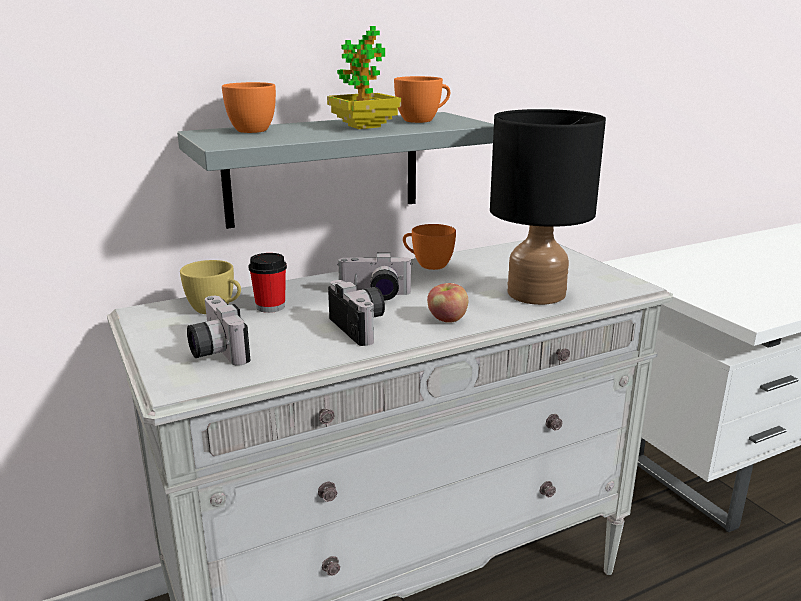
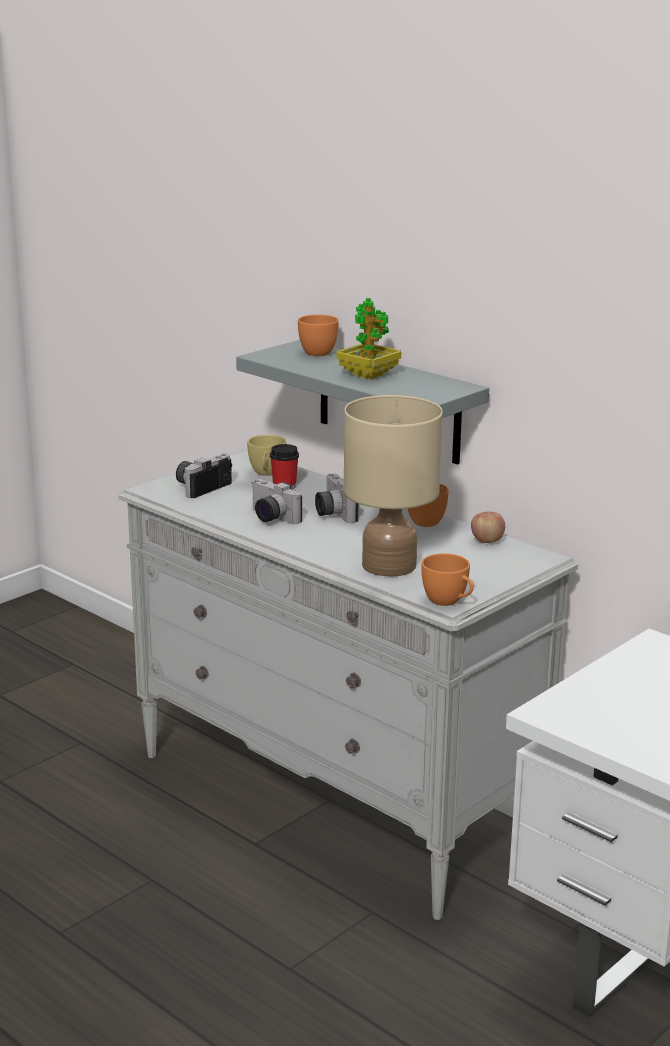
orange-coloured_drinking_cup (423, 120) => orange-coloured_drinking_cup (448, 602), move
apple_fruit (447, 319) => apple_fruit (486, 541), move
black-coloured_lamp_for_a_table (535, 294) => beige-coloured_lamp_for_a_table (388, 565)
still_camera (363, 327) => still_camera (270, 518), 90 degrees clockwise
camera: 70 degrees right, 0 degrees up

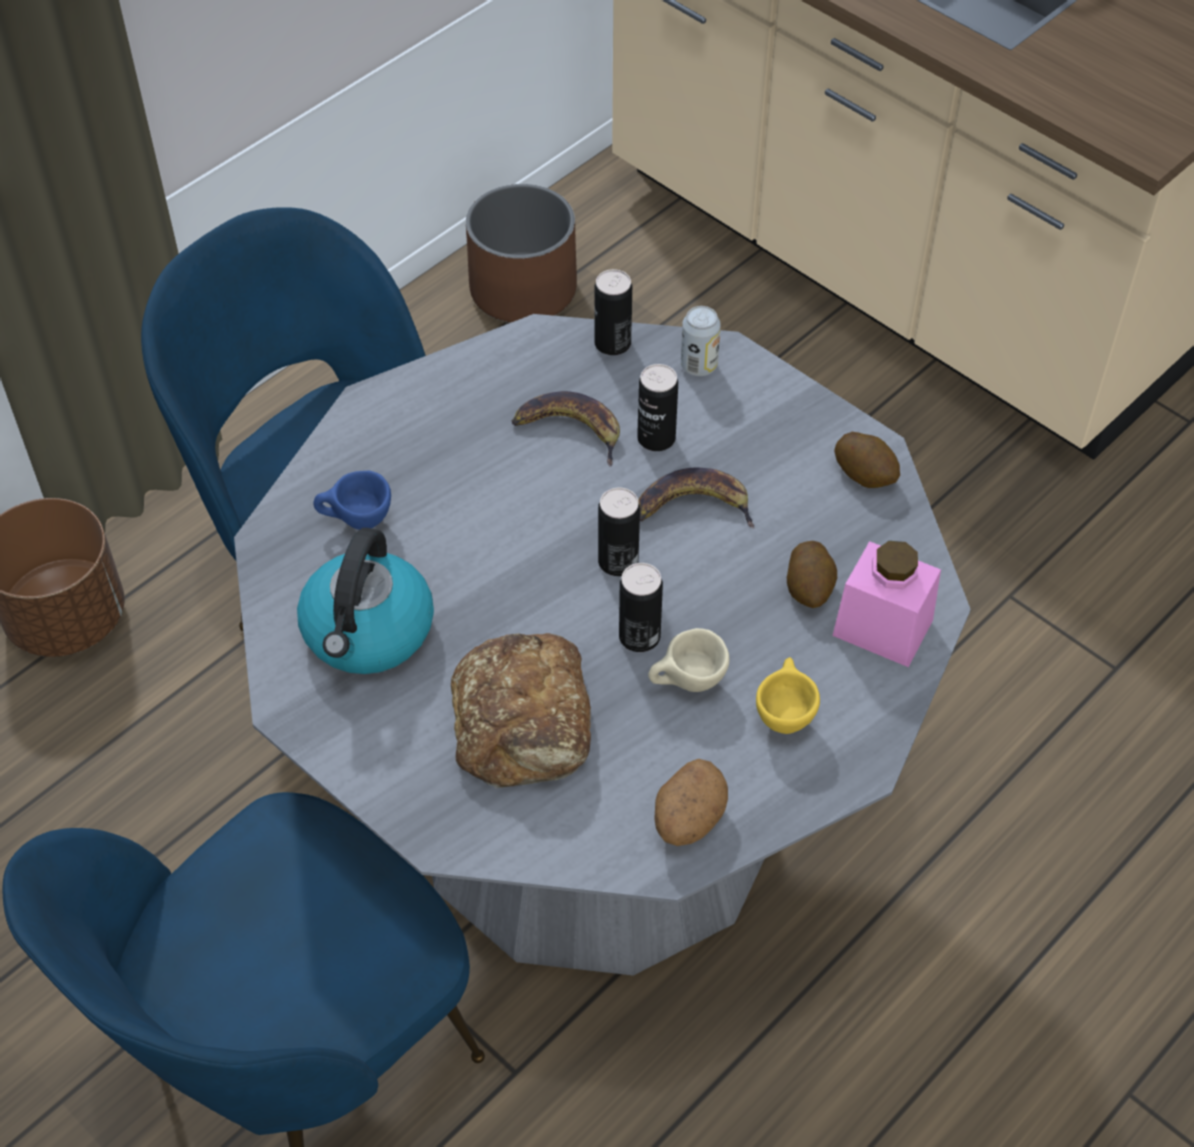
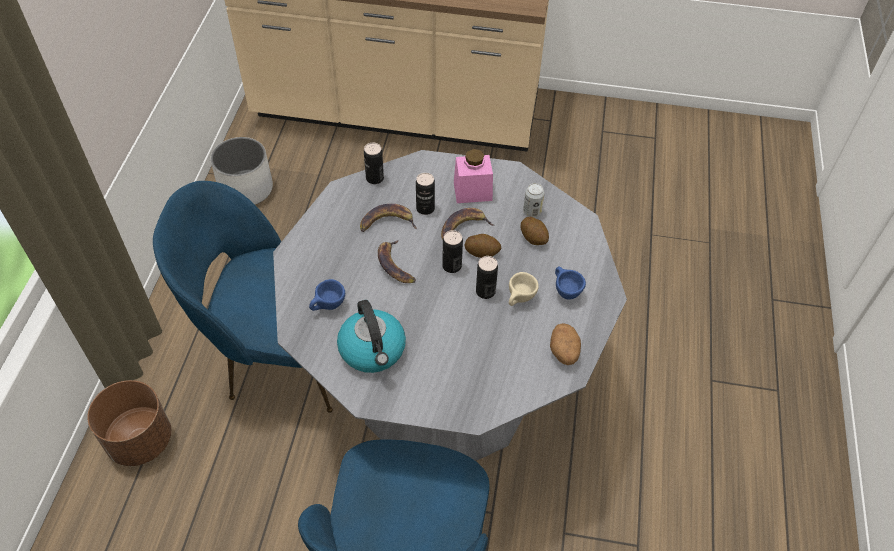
bakery_bread (524, 721) => nothing
nothing => whole_banana (395, 265)
sealed_can (698, 365) => sealed_can (532, 212), move
pinkish_jar (882, 628) => pinkish_jar (472, 191), move
potato (865, 473) => potato (482, 252), move
brownish_flower_pot (522, 289) => white-coloured_flower_pot (246, 189)
yellow-coloured_drinking_cup (783, 714) => bluish_drinking_cup (564, 292)
camera: 35 degrees left, 0 degrees up

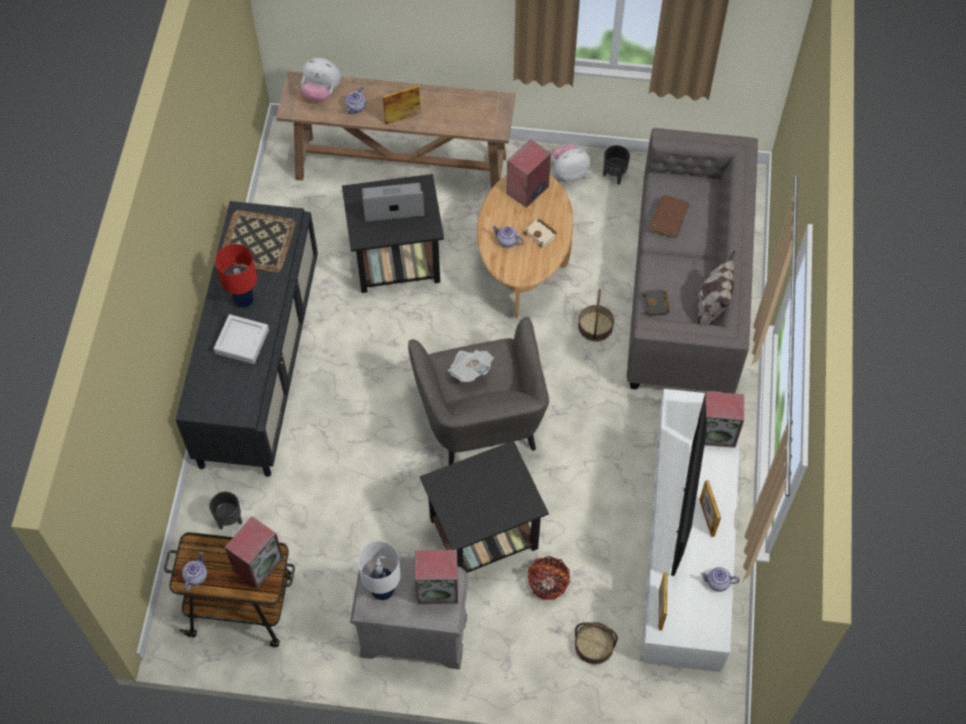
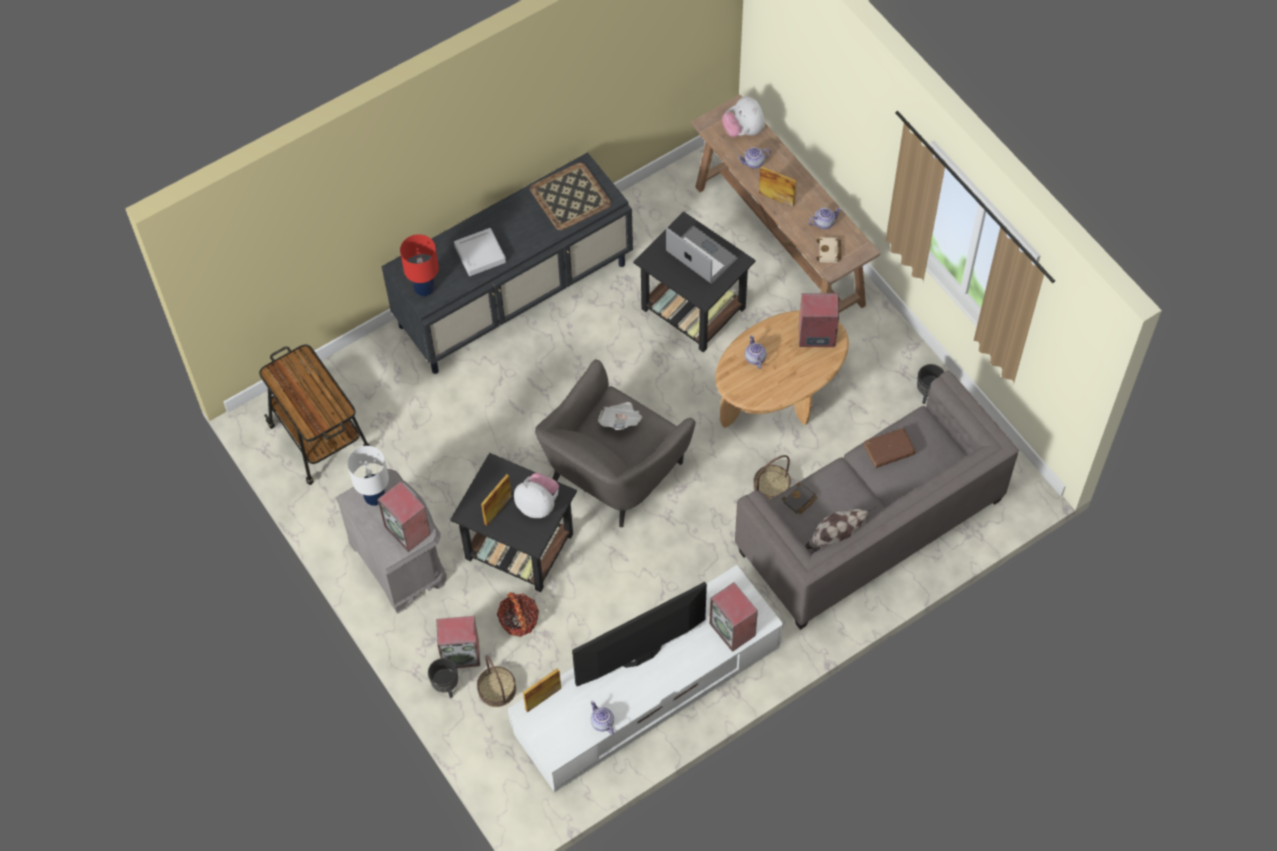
teapot (195, 576) => teapot (824, 222), move
black-coloured_flower_pot (229, 520) => black-coloured_flower_pot (445, 686), move
red_lamp_for_a_table (244, 300) => red_lamp_for_a_table (424, 289), move
loudspeaker (258, 564) => loudspeaker (461, 654), move
beige-coloured_volume (541, 234) => beige-coloured_volume (829, 252), move
plush_toy (569, 172) => plush_toy (538, 504), move
standing_frame (706, 518) => standing_frame (498, 510), move
camera: 50 degrees right, 0 degrees up

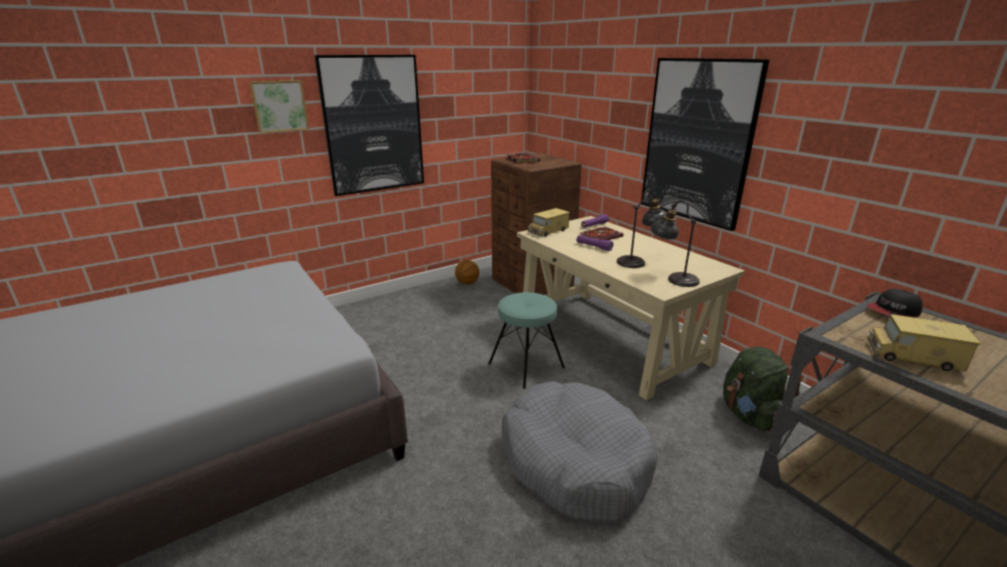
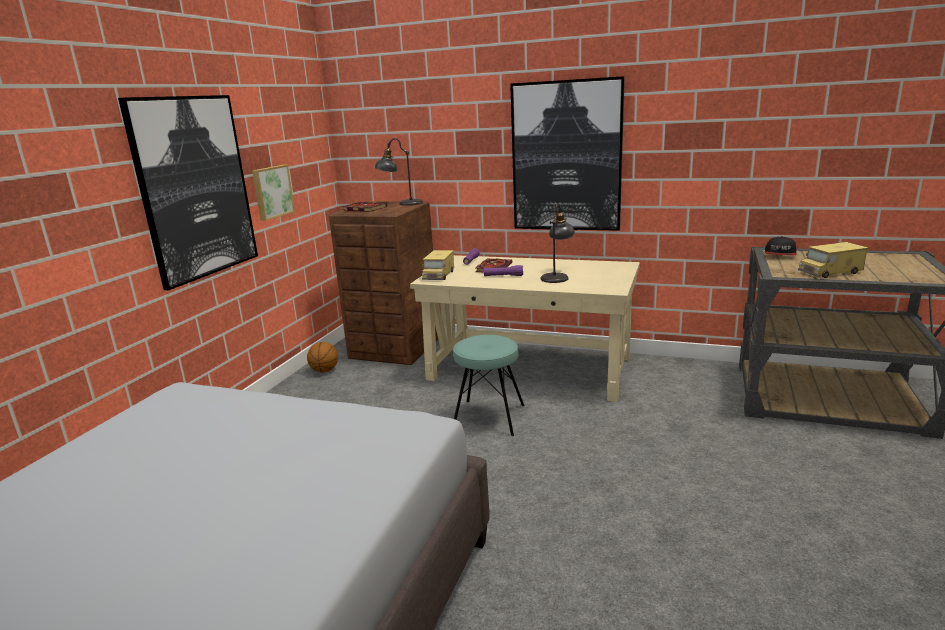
gray_dog_cushion (574, 462) => nothing
green-coloured_rucksack (750, 415) => nothing
wall_picture (279, 106) => wall_picture (272, 192), move
gray_lamp_for_a_table (671, 276) => gray_lamp_for_a_table (400, 203), move
camera: 35 degrees left, 5 degrees down

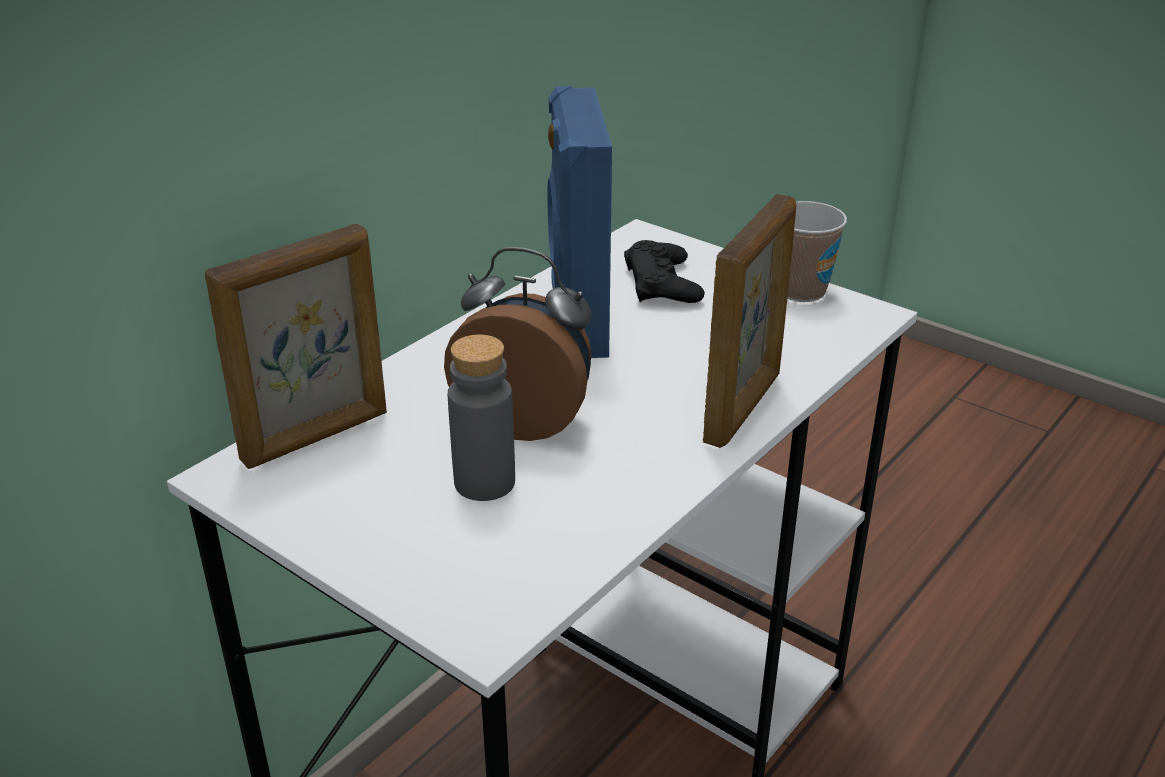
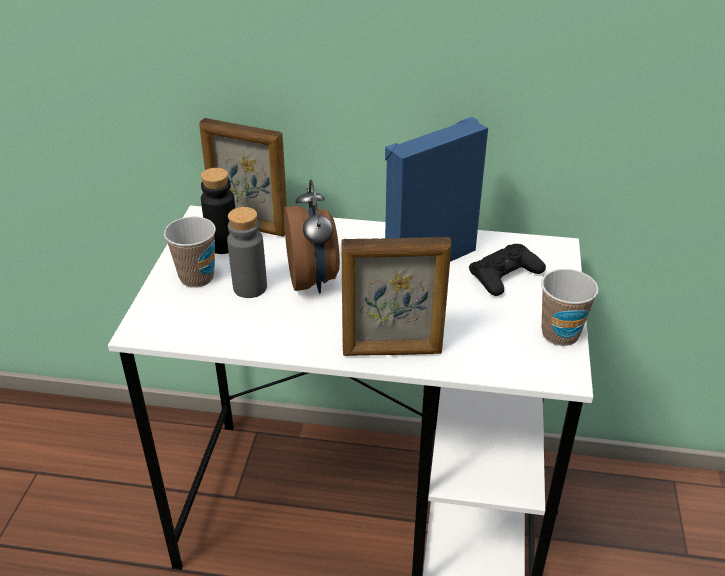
nothing => drinking_cup (197, 277)
nothing => black-coloured_drink_bottle (223, 245)
camera: 60 degrees right, 5 degrees up

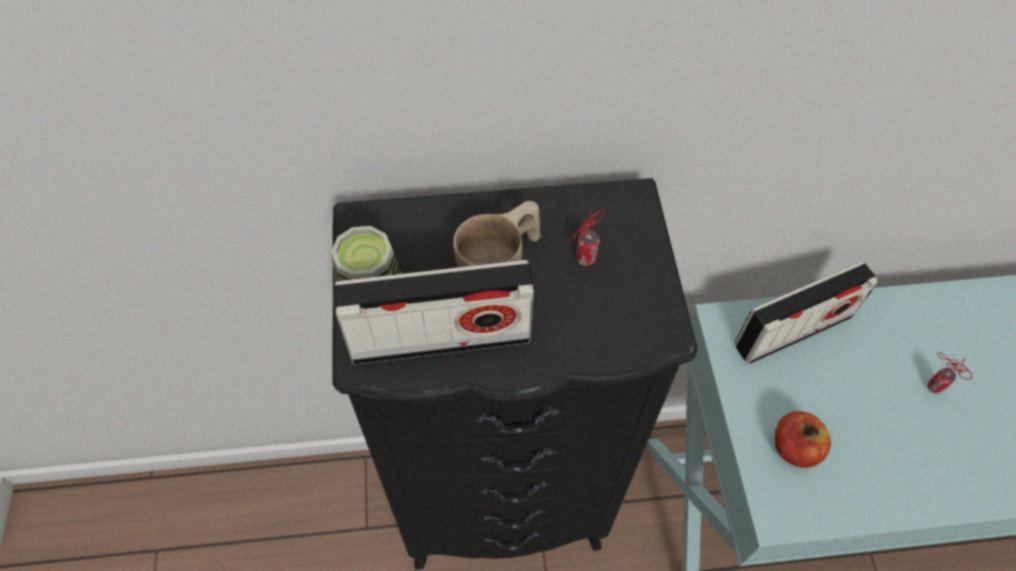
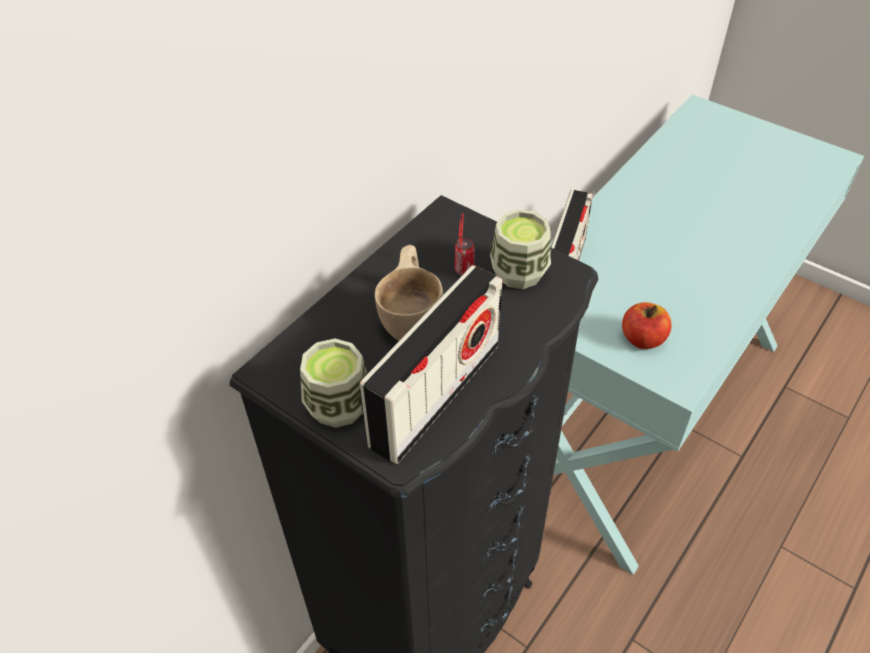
sealed_can (932, 385) => nothing
nothing => drinking_cup (519, 272)
camera: 45 degrees left, 10 degrees down

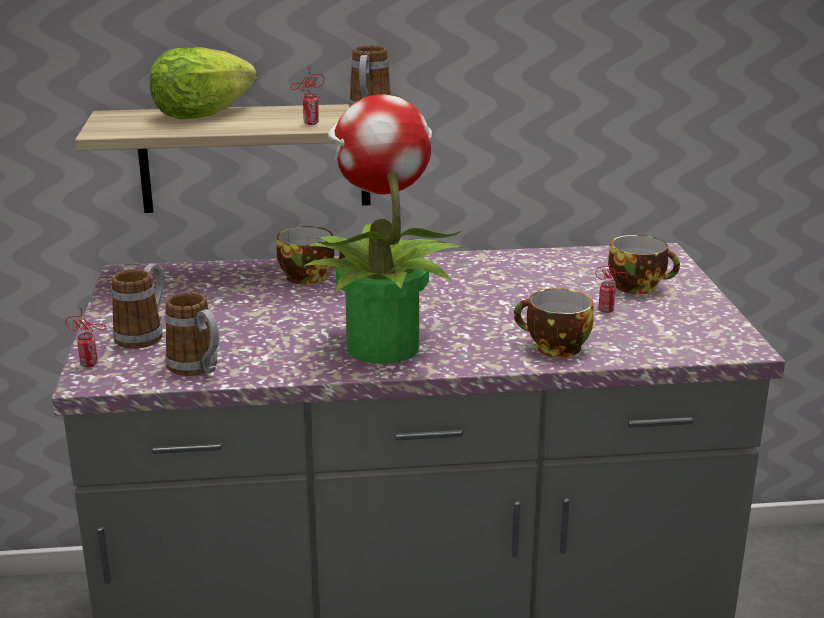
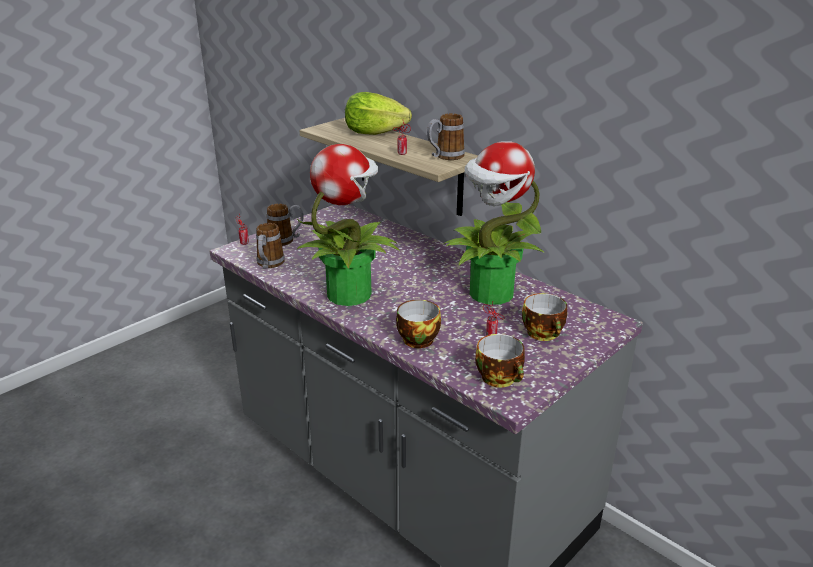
nothing => potted_plant (490, 294)
drinking_cup (310, 277) => drinking_cup (501, 378), move
camera: 50 degrees right, 5 degrees up

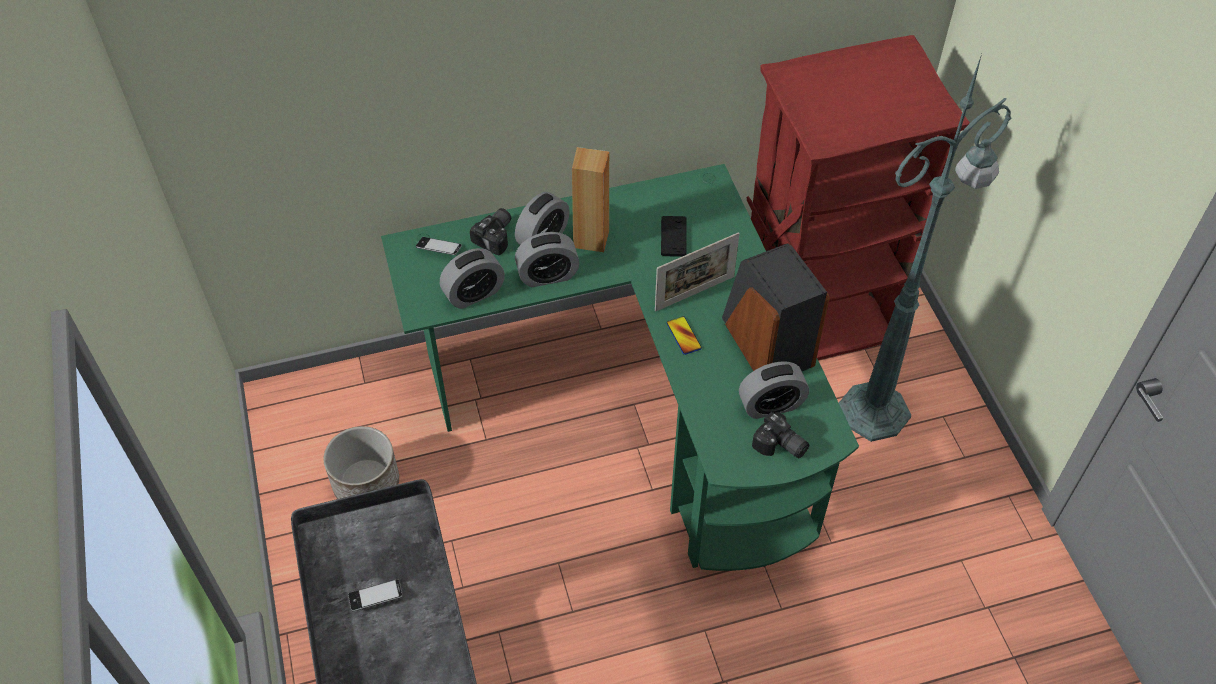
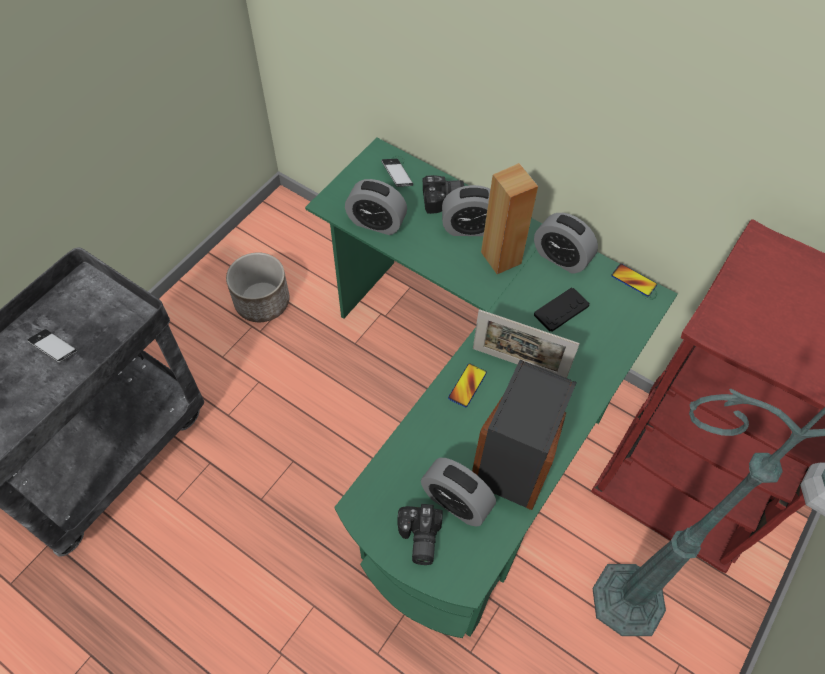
nothing => phone (633, 280)
table_clock (547, 275) => table_clock (561, 257), move
camera: 50 degrees right, 5 degrees up

